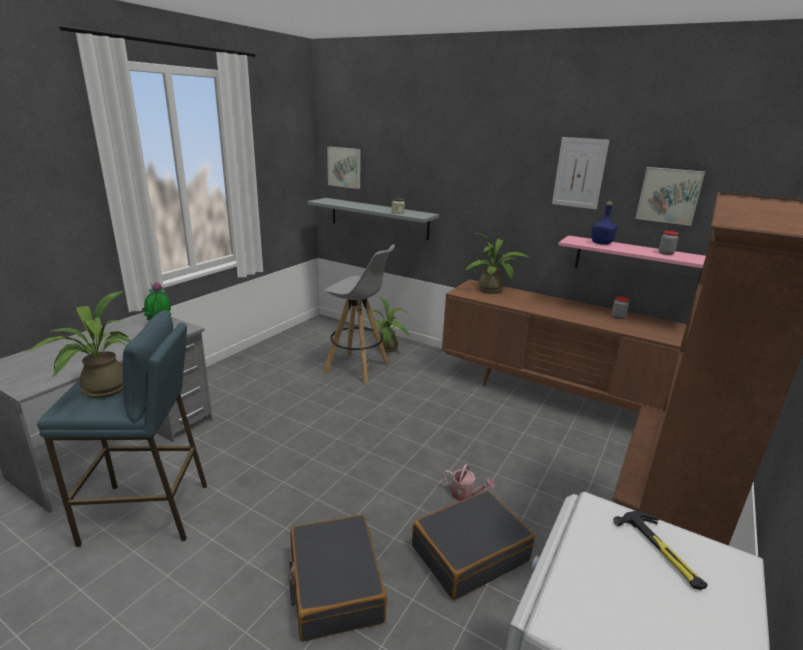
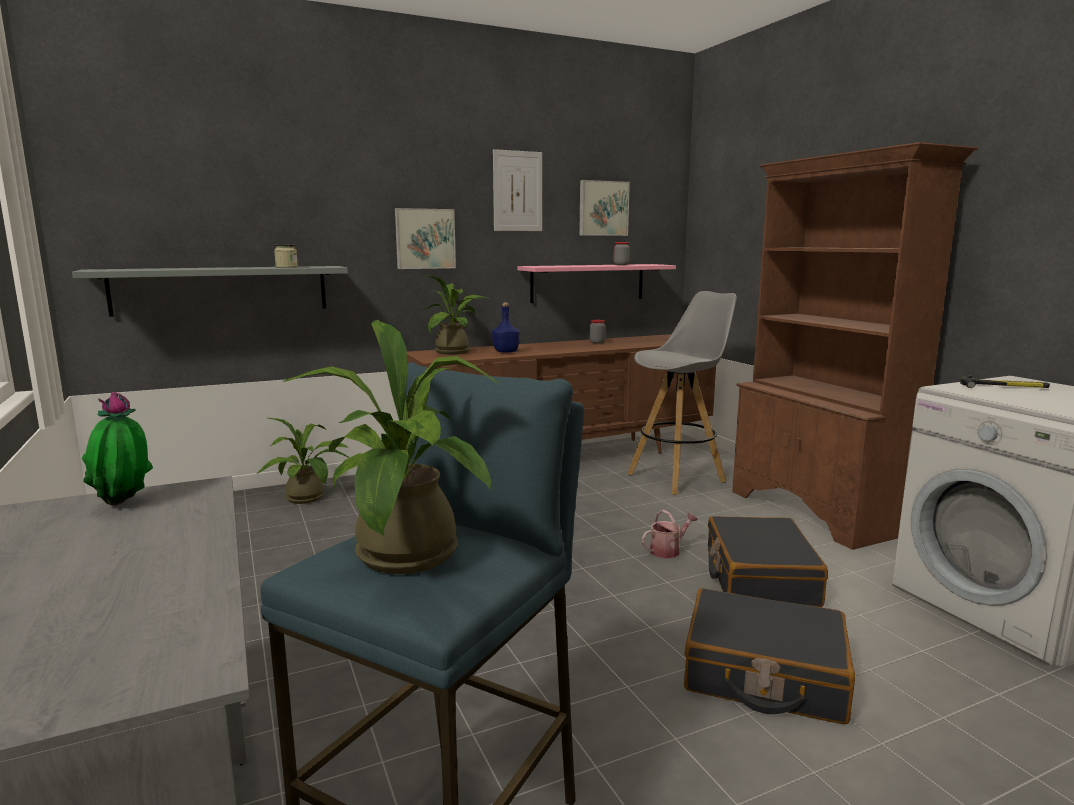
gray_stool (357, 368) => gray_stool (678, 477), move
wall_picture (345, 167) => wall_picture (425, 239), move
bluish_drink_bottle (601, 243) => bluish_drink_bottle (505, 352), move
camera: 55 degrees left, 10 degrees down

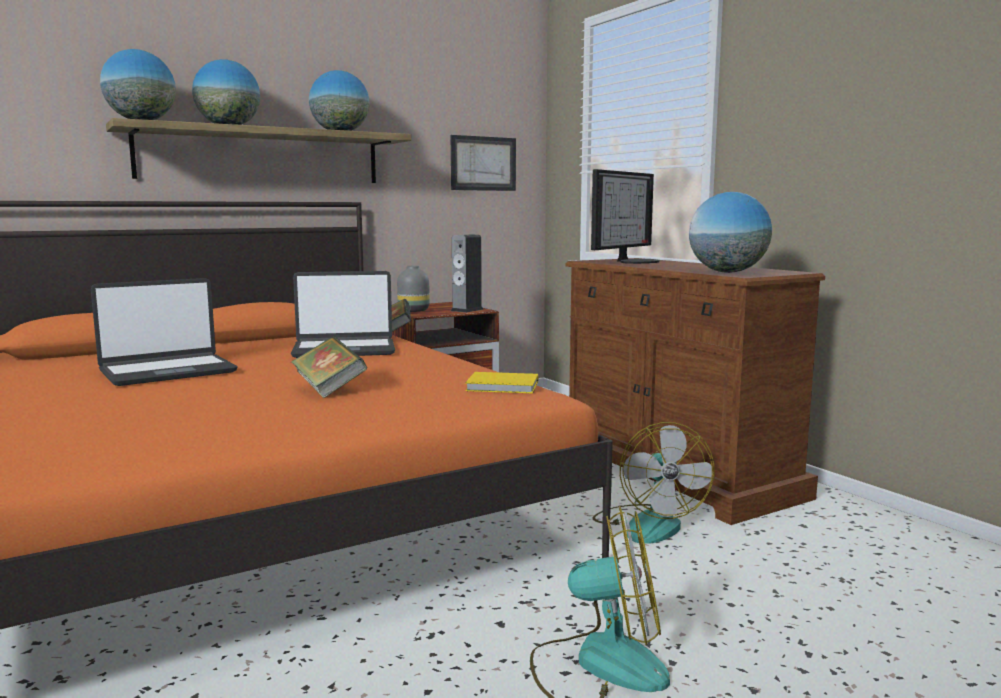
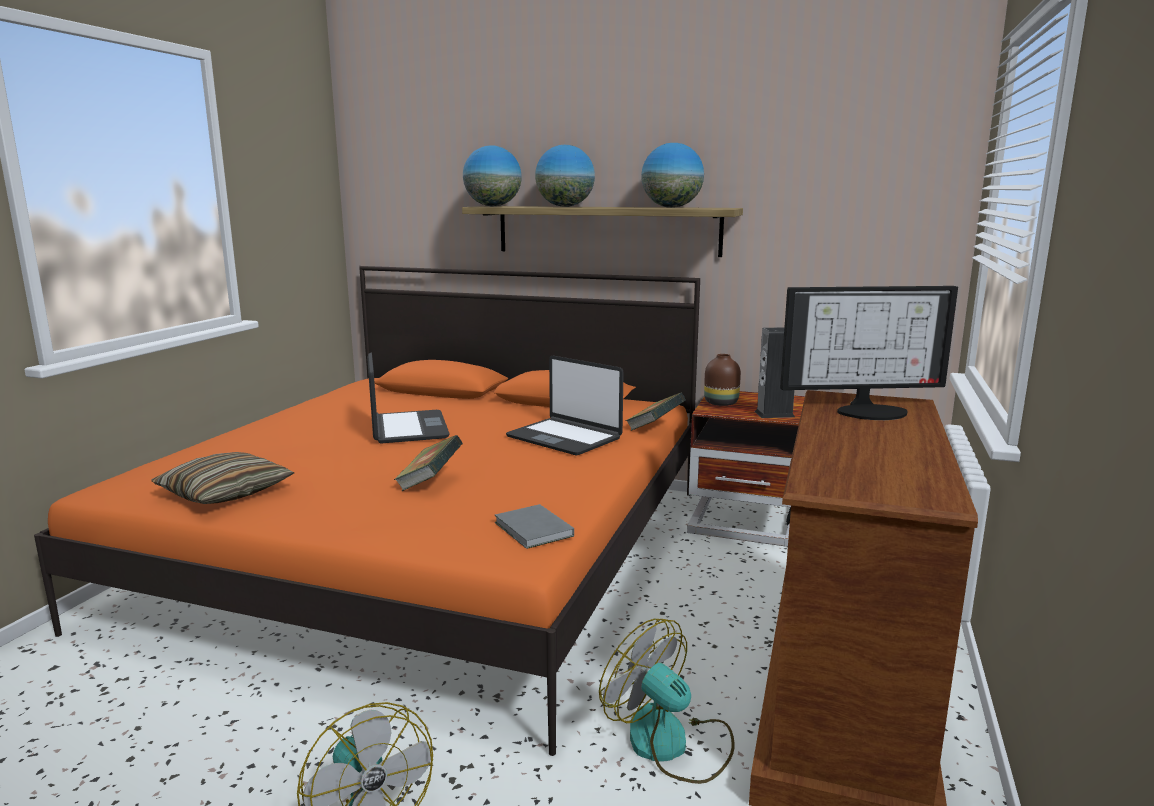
wall_picture (483, 163) => nothing
desk_globe (727, 272) => nothing
nothing => cushion (225, 493)
gray_flower_vase (413, 311) => brownish_flower_vase (720, 403)
yellow-coloured_volume (504, 386) => gray_volume (533, 530)
notebook_computer (168, 371) => notebook_computer (407, 428), 120 degrees counterclockwise
electric_fan (648, 523) => electric_fan (671, 744), 90 degrees clockwise
camera: 50 degrees right, 5 degrees up

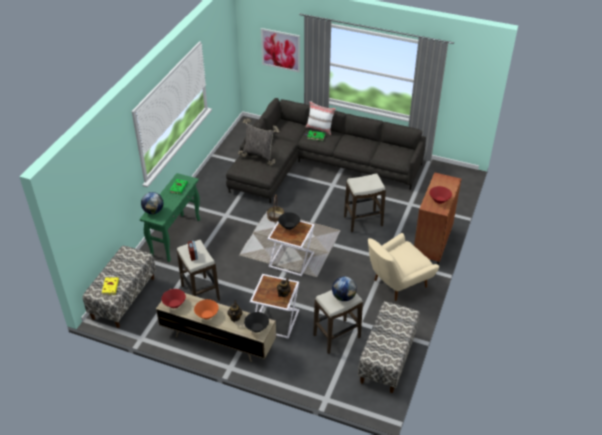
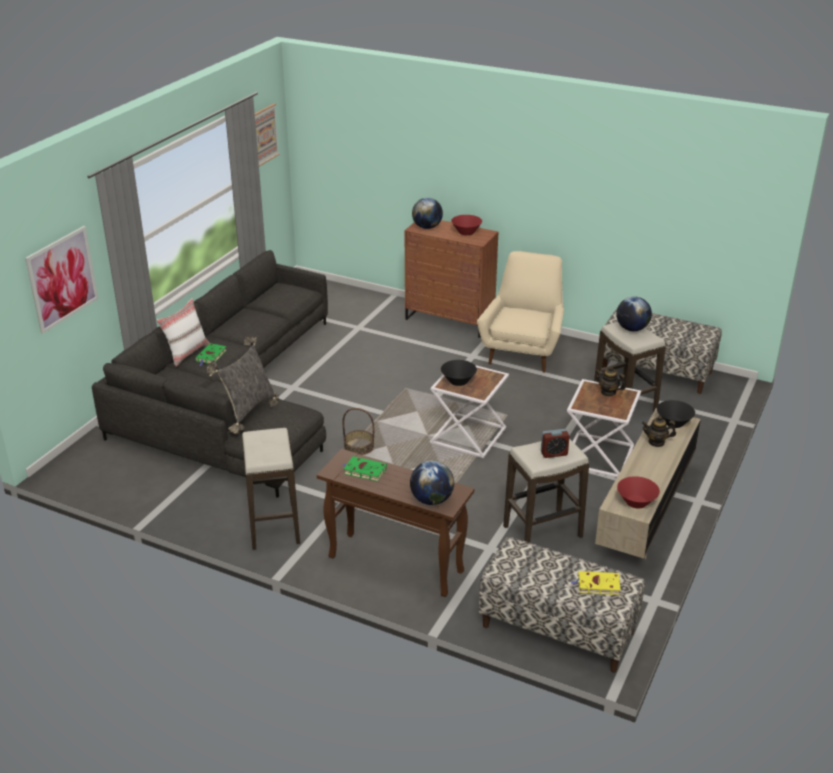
orange-coloured_bowl (207, 315) => nothing
nothing => wall_picture (264, 135)
nothing => desk_globe (427, 227)
stool (363, 221) => stool (273, 526), move
green-coloured_narrow_table (176, 237) => brownish_narrow_table (394, 564)
beige-coloured_armchair (396, 284) => beige-coloured_armchair (523, 353), 135 degrees counterclockwise
camera: 85 degrees left, 10 degrees down

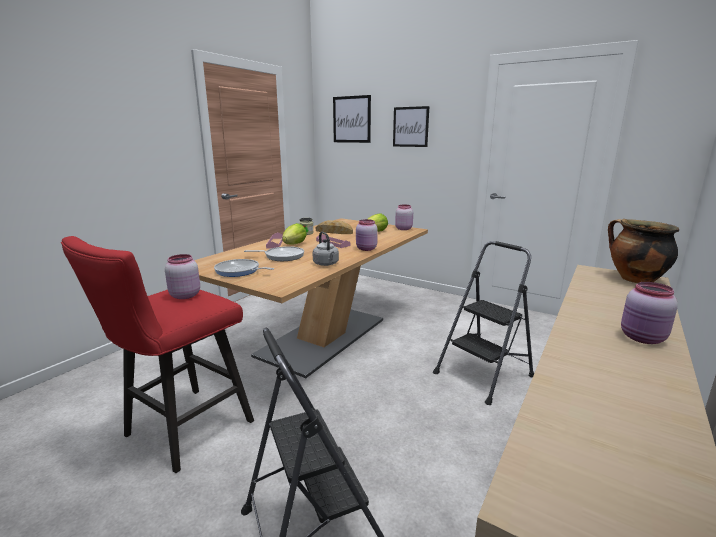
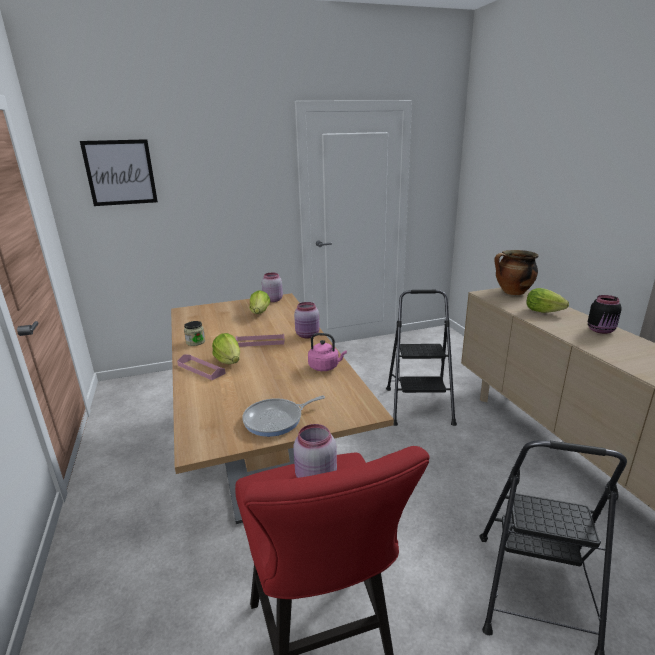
frying_pan (282, 256) => nothing
bakery_bread (334, 232) => nothing
wall_picture (410, 127) => nothing
nothing => lettuce (543, 311)
gray_water_kettle (326, 264) => pinkish_water_kettle (325, 367)
pinkish_jar (643, 338) => black-coloured_jar (601, 330)
camera: 50 degrees left, 5 degrees up

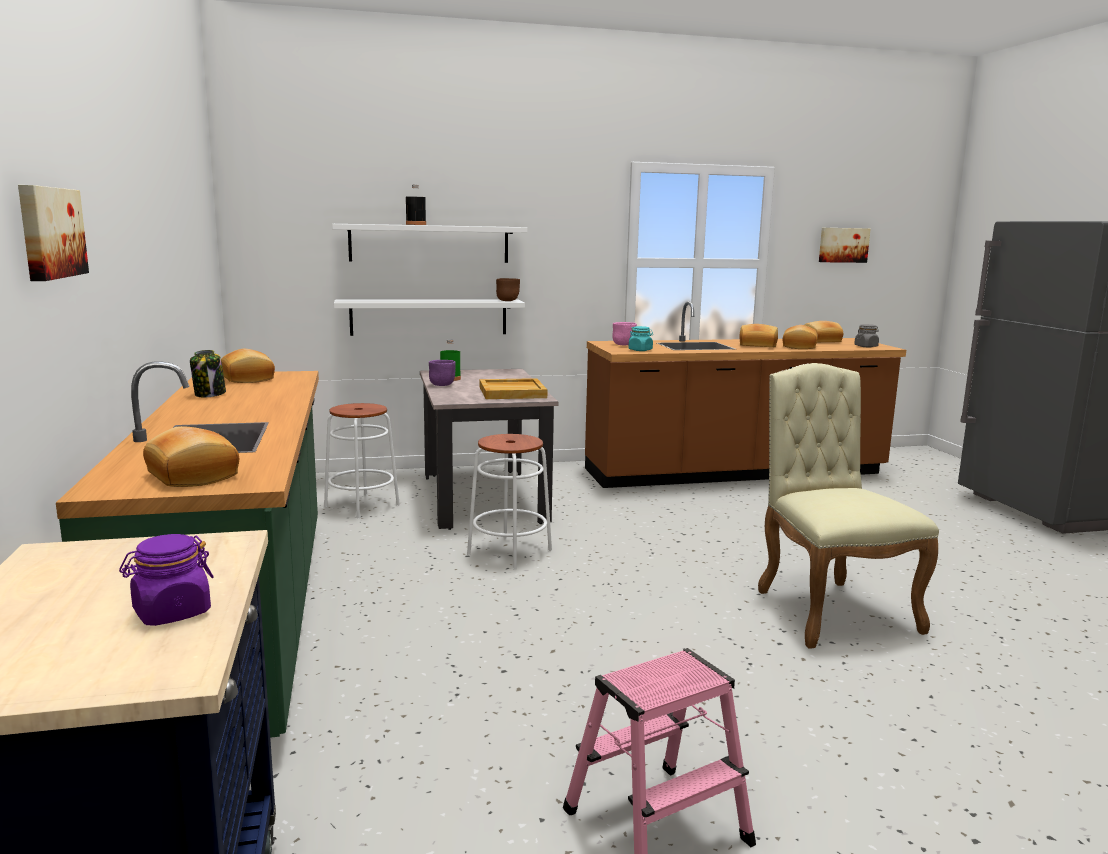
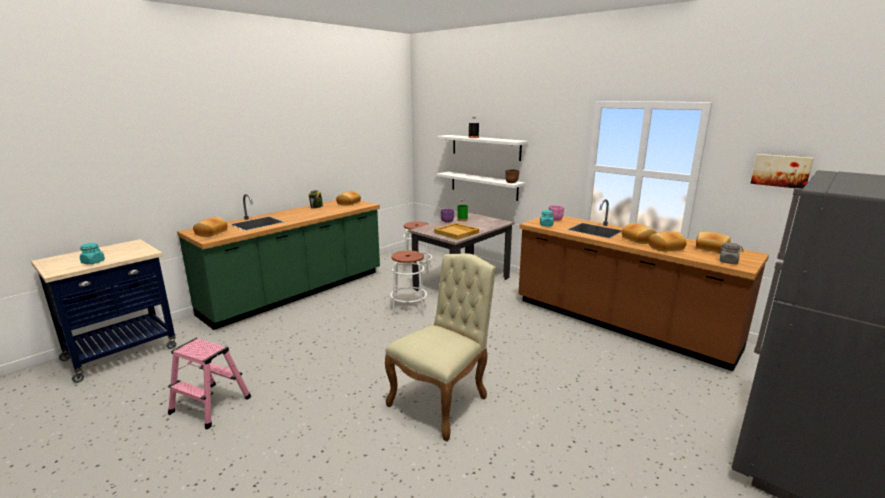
wall_picture (49, 232) => nothing
purple_jar (171, 612) => turquoise-coloured_jar (93, 262)
camera: 55 degrees right, 5 degrees up

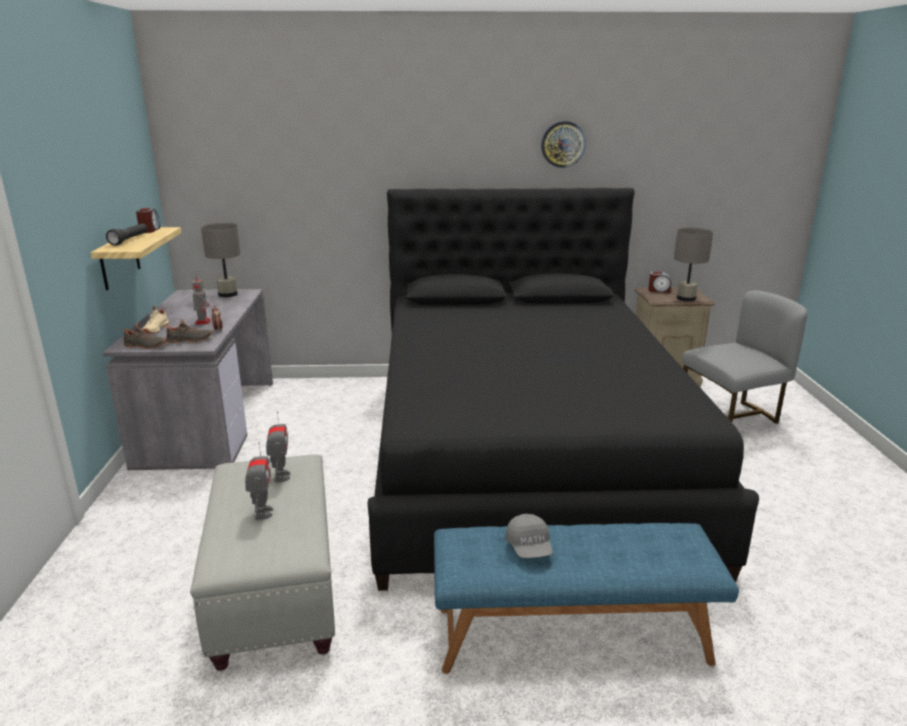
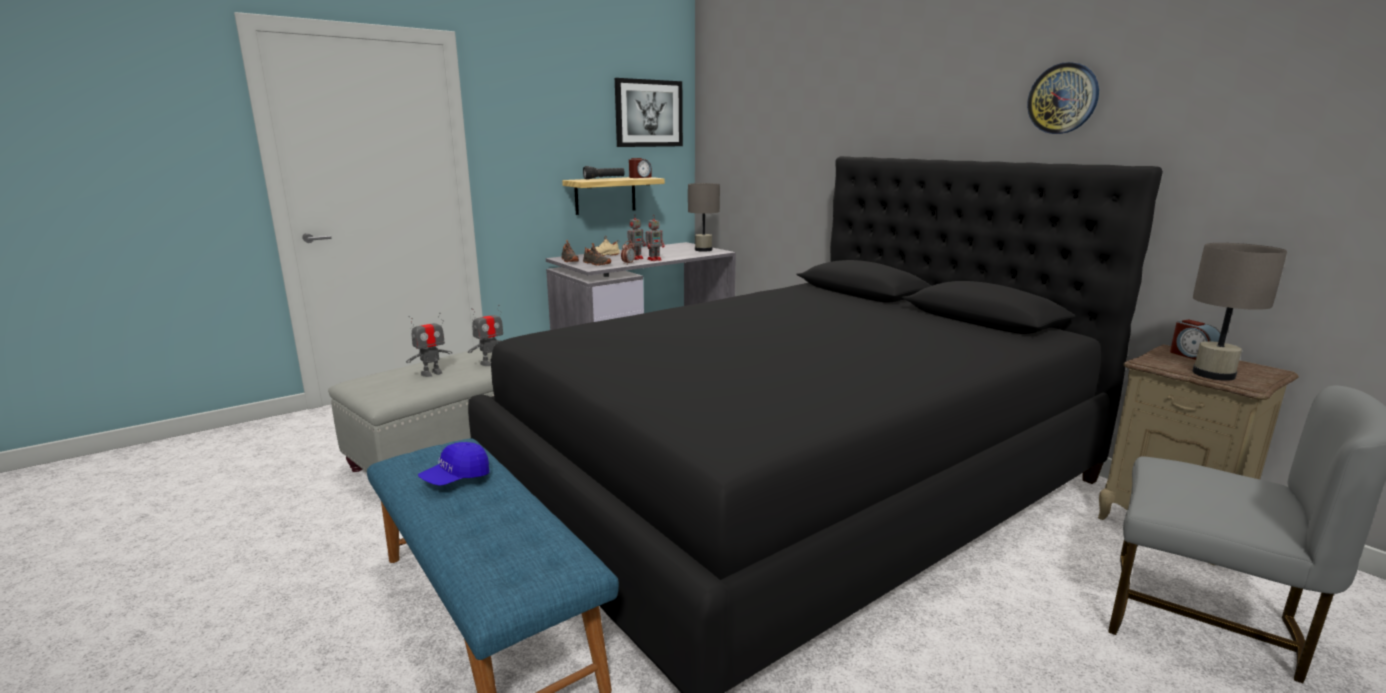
nothing => wall_picture (648, 113)
nothing => robot_figure (655, 259)
gray_peaked_cap (529, 548) => bluish_peaked_cap (456, 478)
camera: 55 degrees right, 5 degrees down

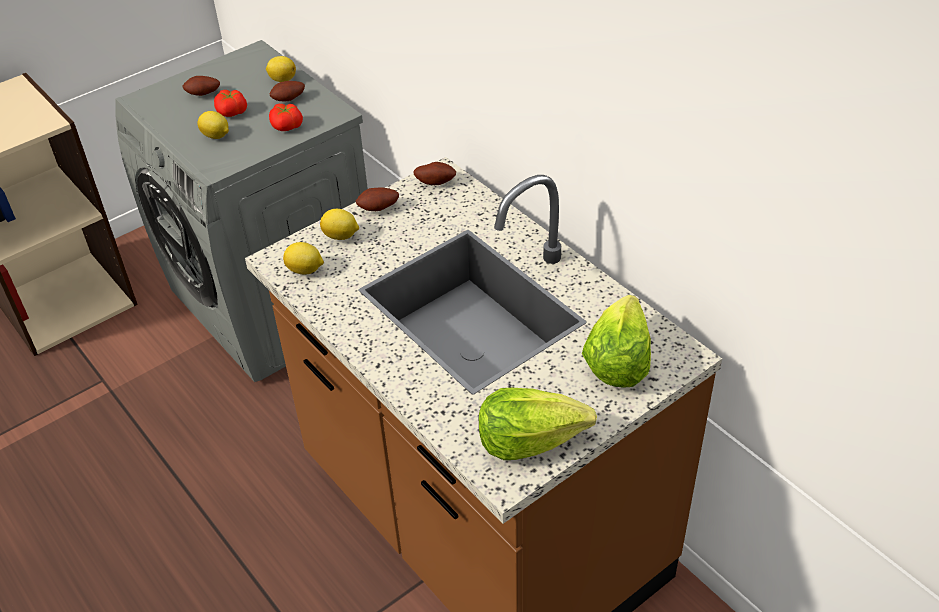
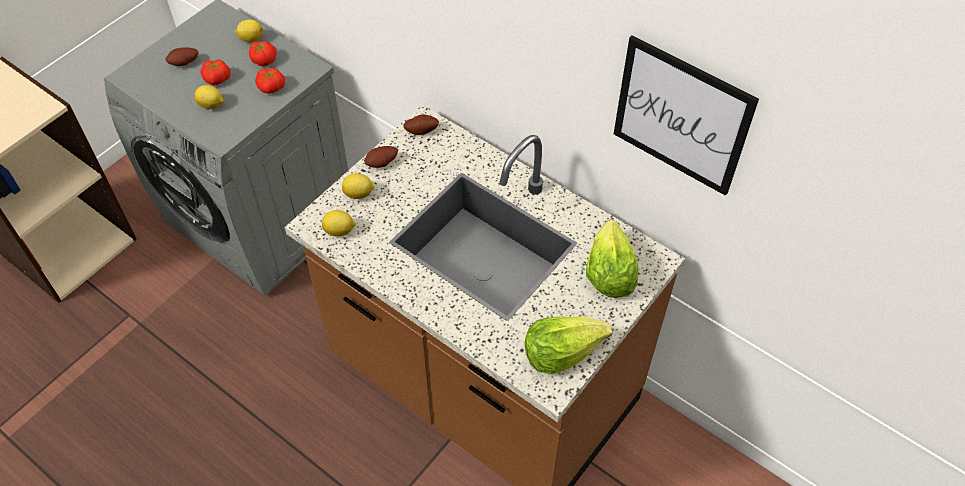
nothing => wall_picture (681, 116)
potato (289, 100) => tomato (264, 60)
camera: 15 degrees left, 10 degrees up

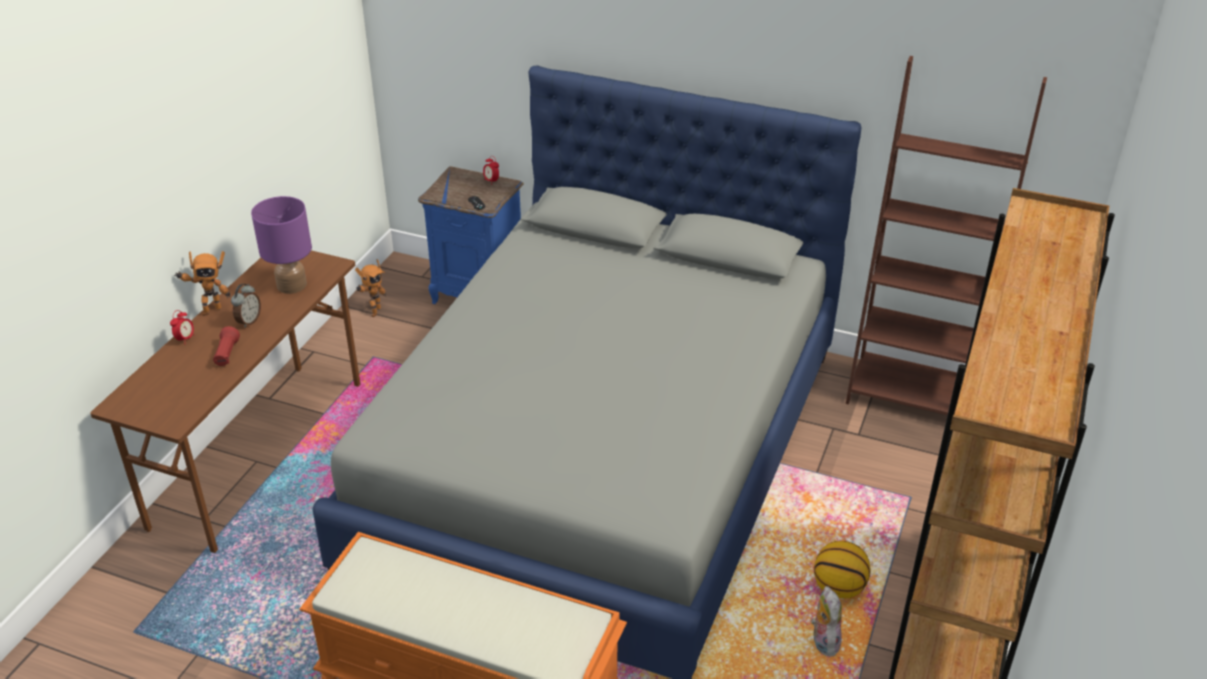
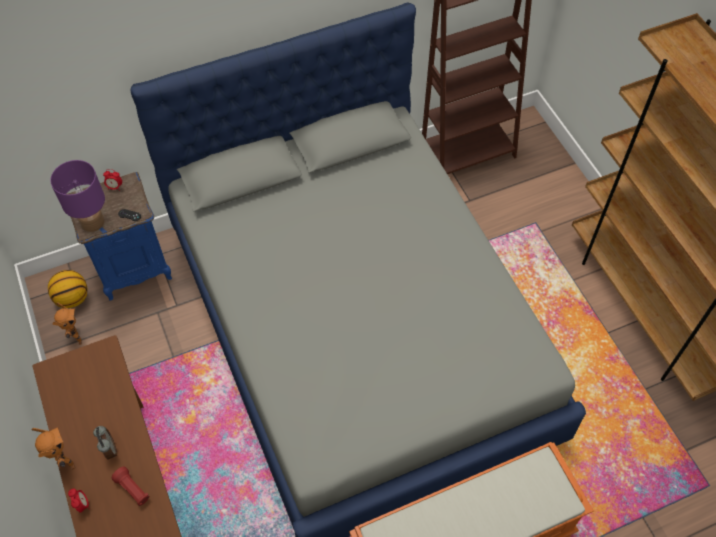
plush_toy (823, 641) => nothing
purple_lamp_for_a_table (292, 285) => purple_lamp_for_a_table (92, 222), move
basketball (839, 588) => basketball (73, 298), move
robot_figure (210, 310) => robot_figure (66, 465), 60 degrees counterclockwise
camera: 45 degrees left, 20 degrees up

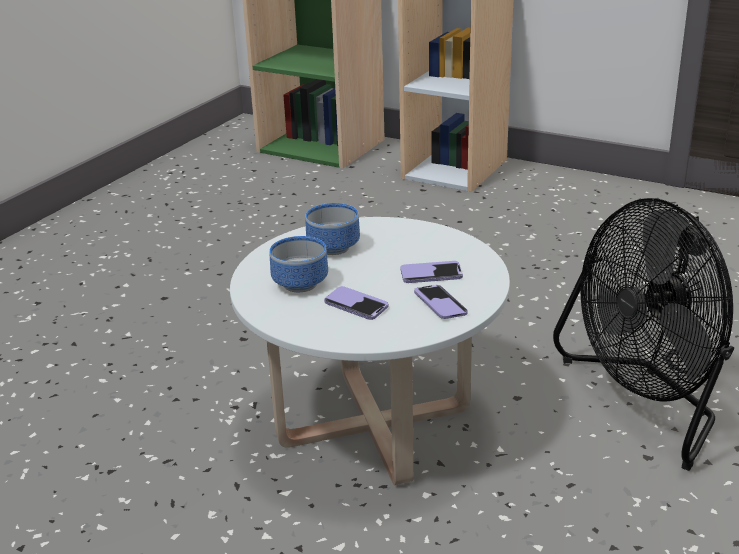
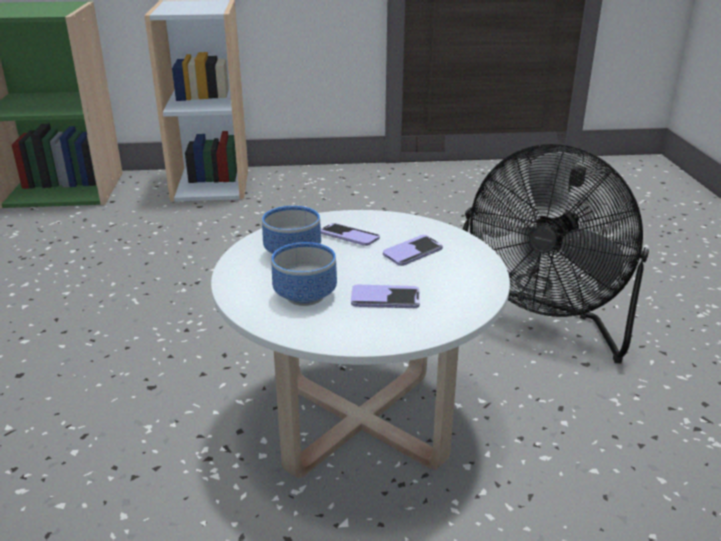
phone (440, 303) => phone (349, 236), move
camera: 35 degrees left, 0 degrees up

